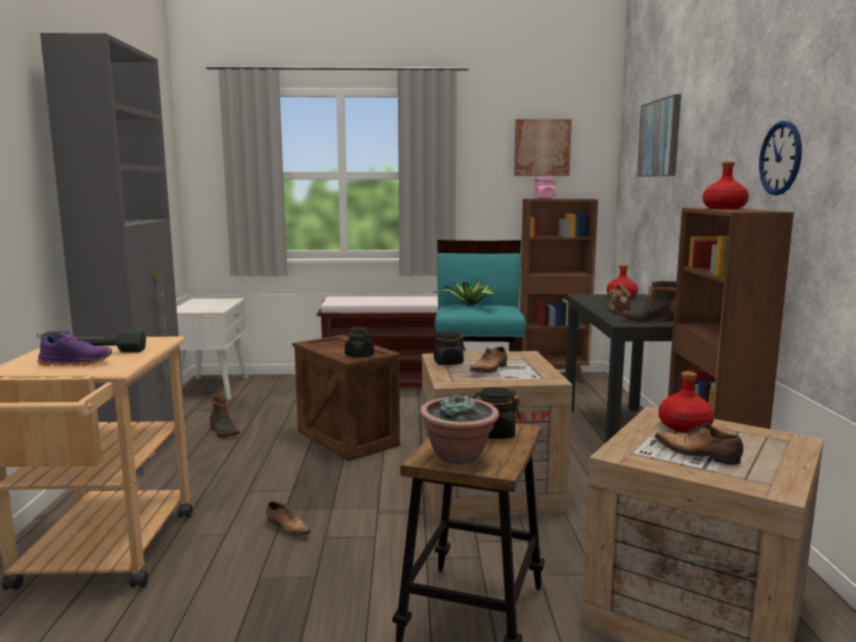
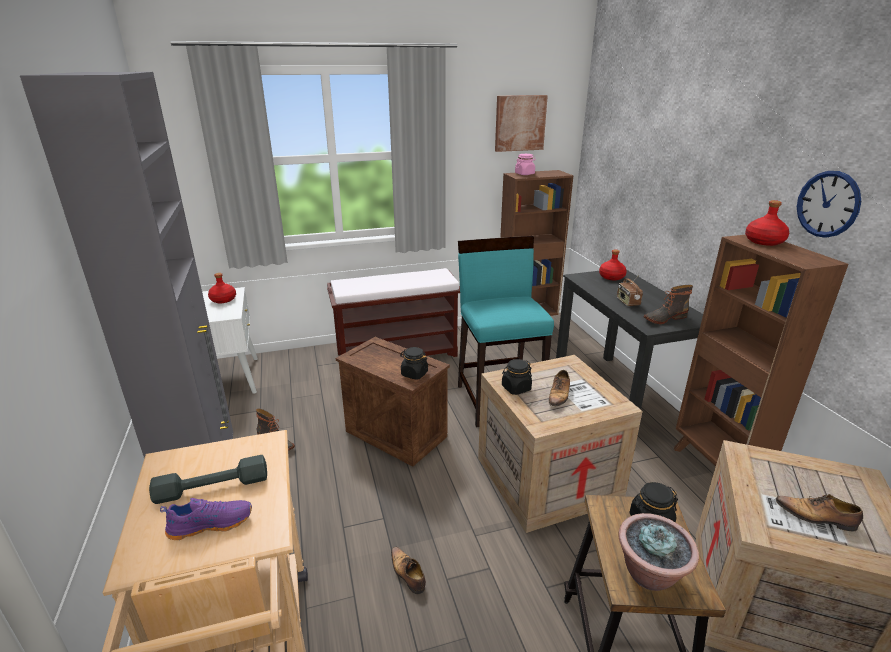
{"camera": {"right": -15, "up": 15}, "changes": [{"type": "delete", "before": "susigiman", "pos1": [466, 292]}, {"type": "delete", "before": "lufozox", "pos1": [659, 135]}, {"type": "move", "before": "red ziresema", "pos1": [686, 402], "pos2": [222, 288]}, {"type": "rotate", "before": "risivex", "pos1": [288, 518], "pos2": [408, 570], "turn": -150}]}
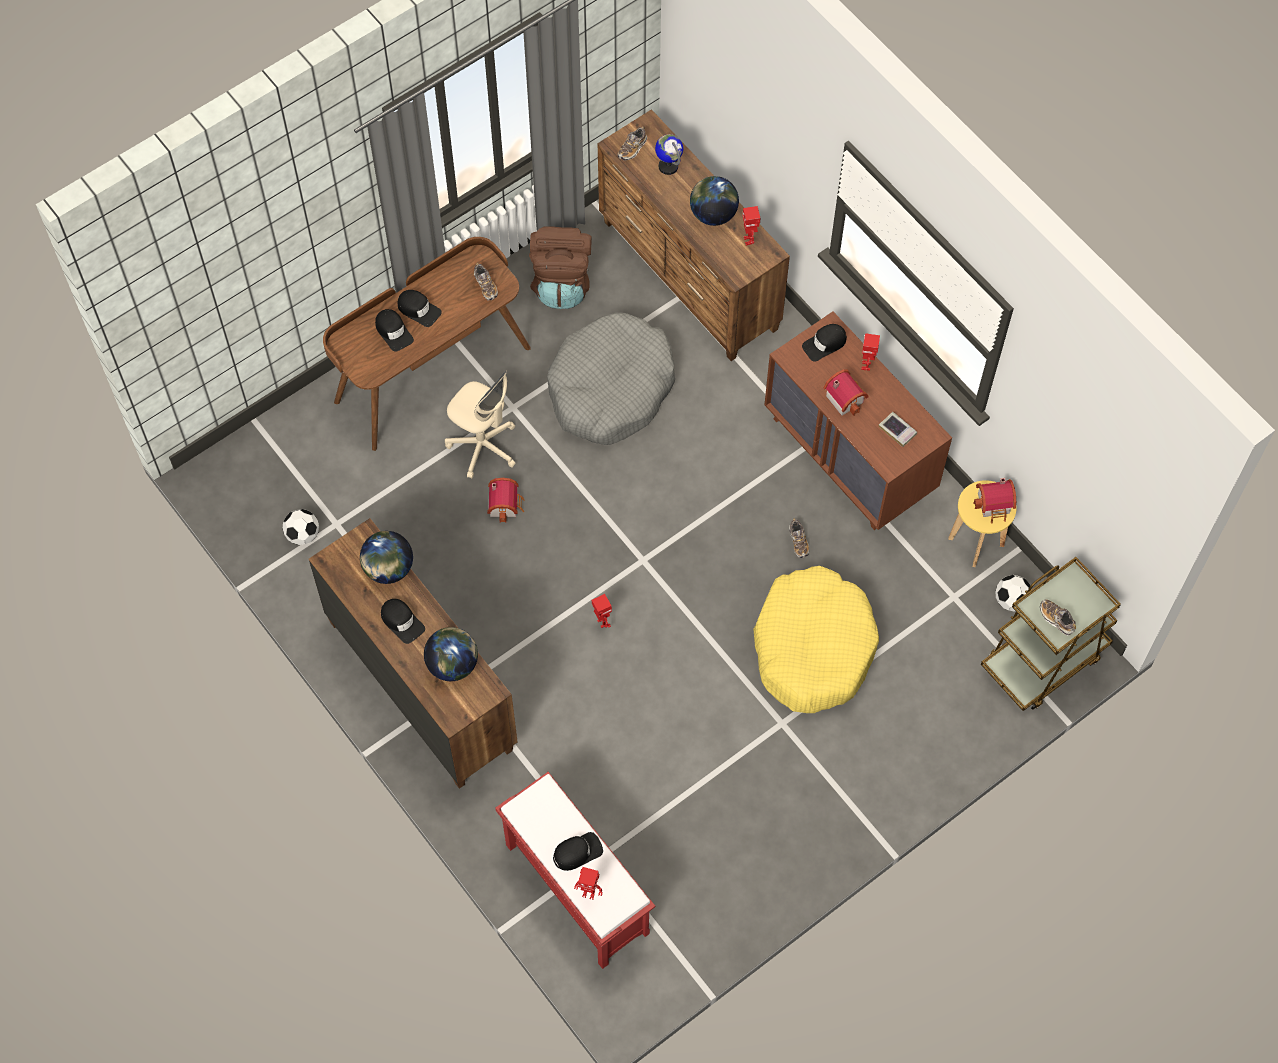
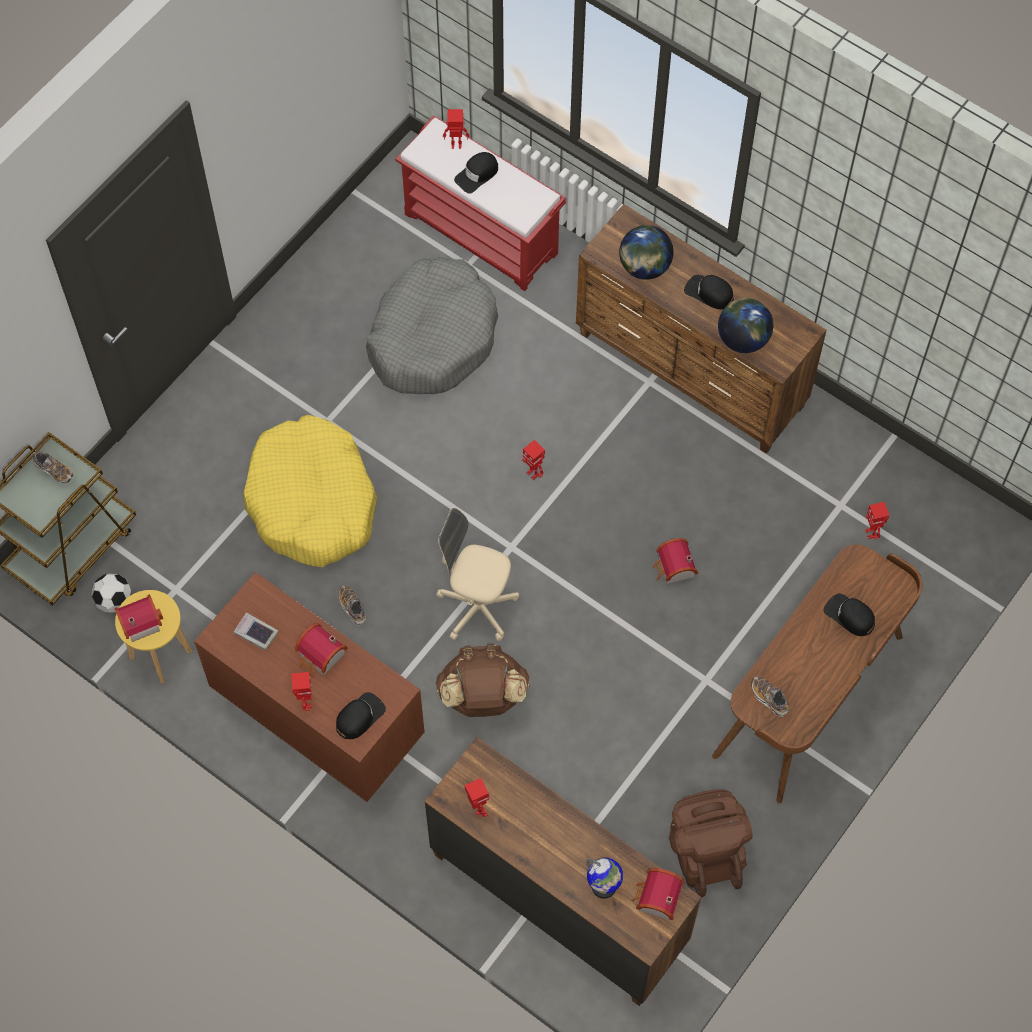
{"camera": {"right": 165, "up": 0}, "changes": [{"type": "delete", "before": "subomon", "pos1": [301, 527]}, {"type": "delete", "before": "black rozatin", "pos1": [419, 308]}, {"type": "delete", "before": "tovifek", "pos1": [714, 201]}, {"type": "insert", "after": "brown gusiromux", "pos2": [483, 680]}, {"type": "insert", "after": "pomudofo", "pos2": [877, 521]}, {"type": "move", "before": "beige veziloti", "pos1": [480, 424], "pos2": [477, 574]}, {"type": "move", "before": "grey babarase", "pos1": [611, 378], "pos2": [432, 325]}, {"type": "replace", "before": "risivex", "after": "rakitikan", "pos1": [632, 144], "pos2": [658, 894]}]}
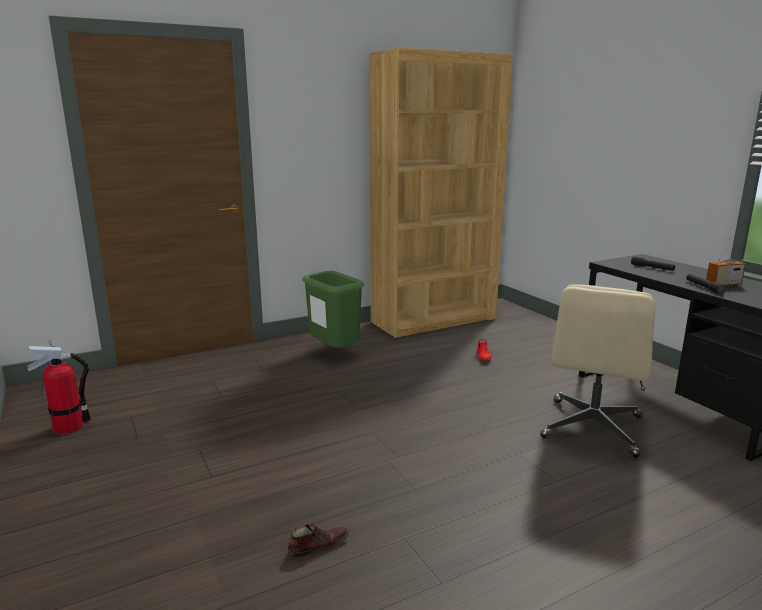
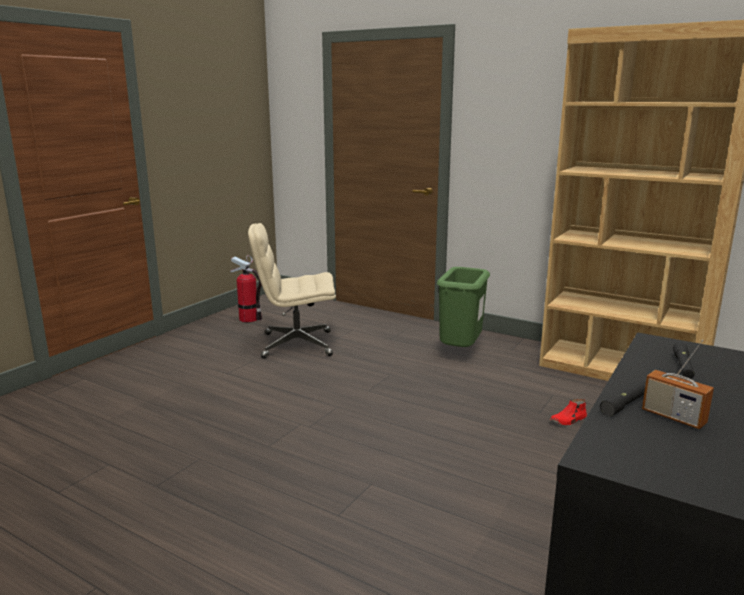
{"camera": {"right": 60, "up": 0}, "changes": [{"type": "delete", "before": "brown risivex", "pos1": [318, 540]}, {"type": "move", "before": "beige veziloti", "pos1": [597, 371], "pos2": [292, 291]}]}
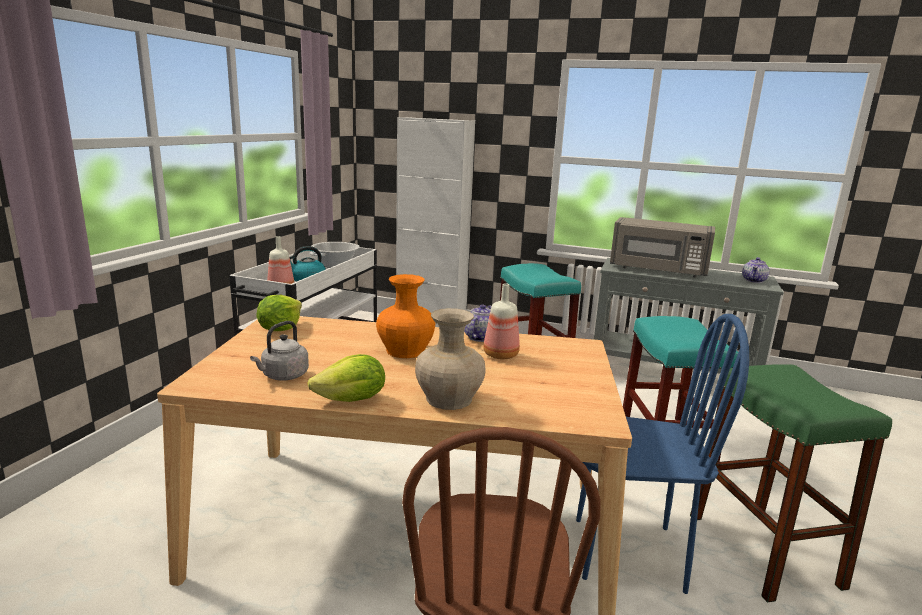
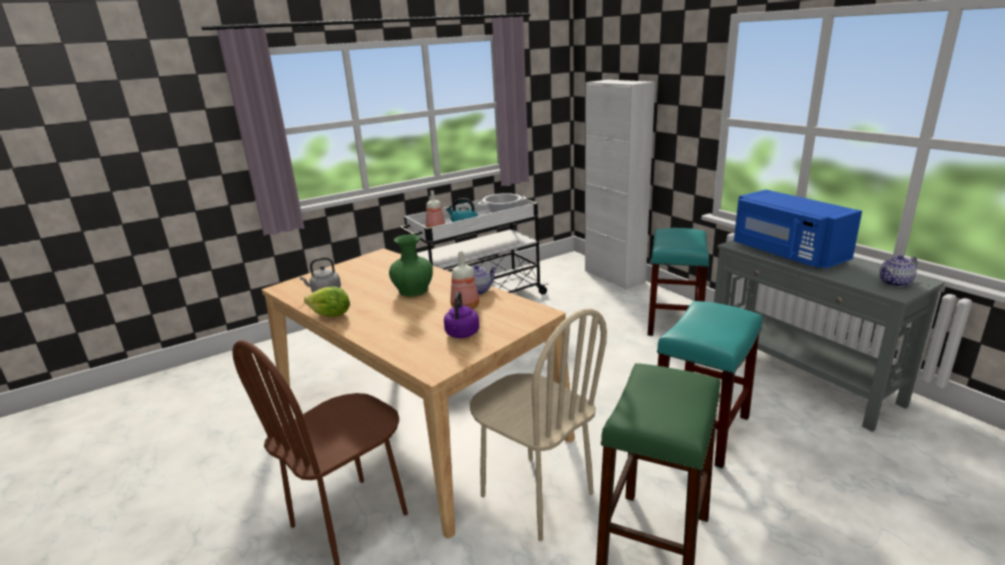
{"camera": {"right": 40, "up": 5}, "changes": [{"type": "delete", "before": "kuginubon", "pos1": [279, 313]}, {"type": "delete", "before": "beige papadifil", "pos1": [450, 359]}, {"type": "insert", "after": "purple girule", "pos2": [461, 314]}, {"type": "recolor", "before": "orange papadifil", "after": "green papadifil", "pos1": [406, 316], "pos2": [411, 265]}, {"type": "recolor", "before": "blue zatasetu", "after": "beige zatasetu", "pos1": [662, 454], "pos2": [538, 424]}, {"type": "recolor", "before": "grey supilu", "after": "blue supilu", "pos1": [662, 247], "pos2": [798, 229]}]}
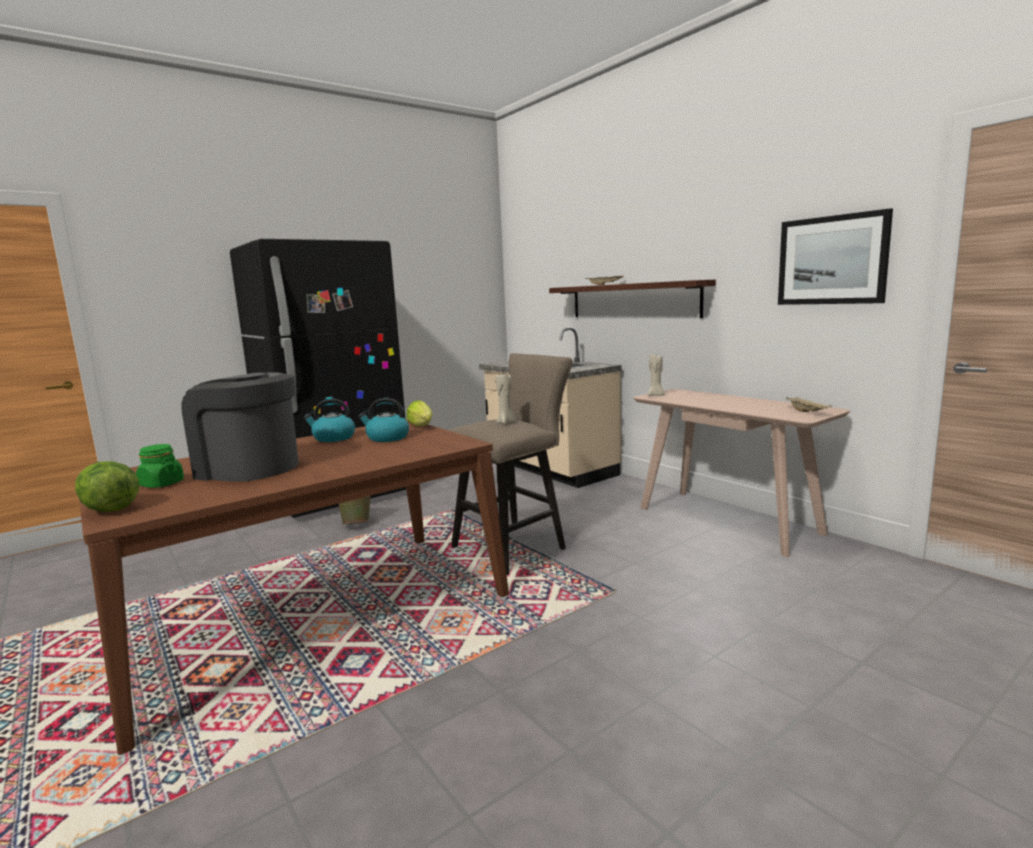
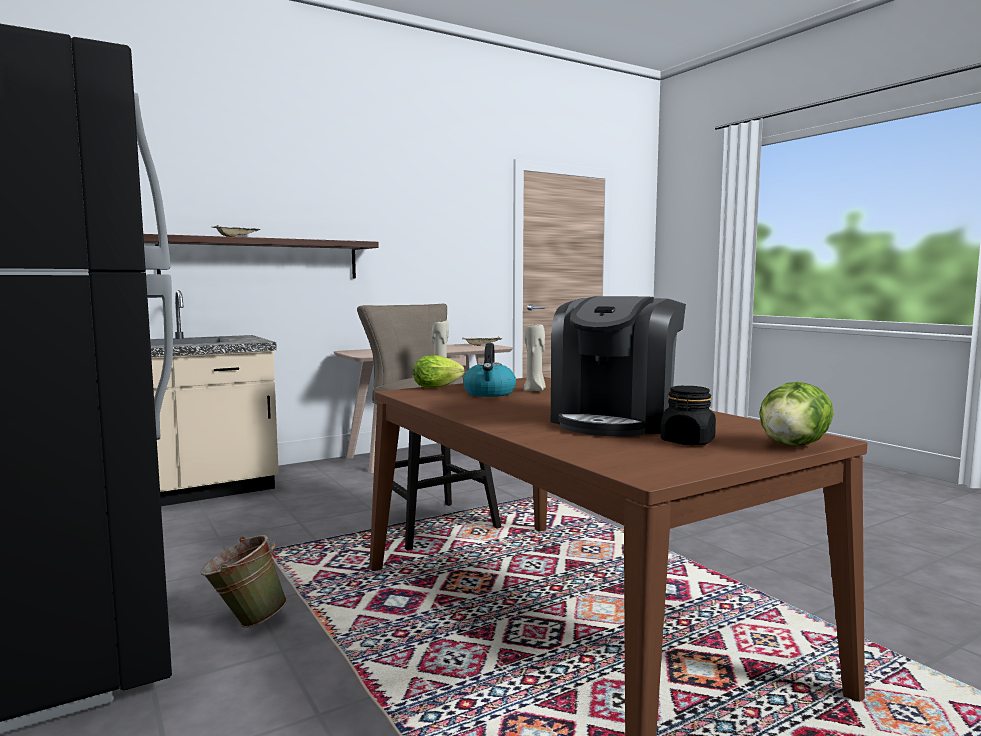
{"camera": {"right": -85, "up": -5}, "changes": [{"type": "delete", "before": "girule", "pos1": [329, 420]}, {"type": "delete", "before": "lufozox", "pos1": [835, 256]}, {"type": "move", "before": "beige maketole", "pos1": [656, 375], "pos2": [535, 358]}, {"type": "recolor", "before": "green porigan", "after": "black porigan", "pos1": [160, 466], "pos2": [688, 415]}]}
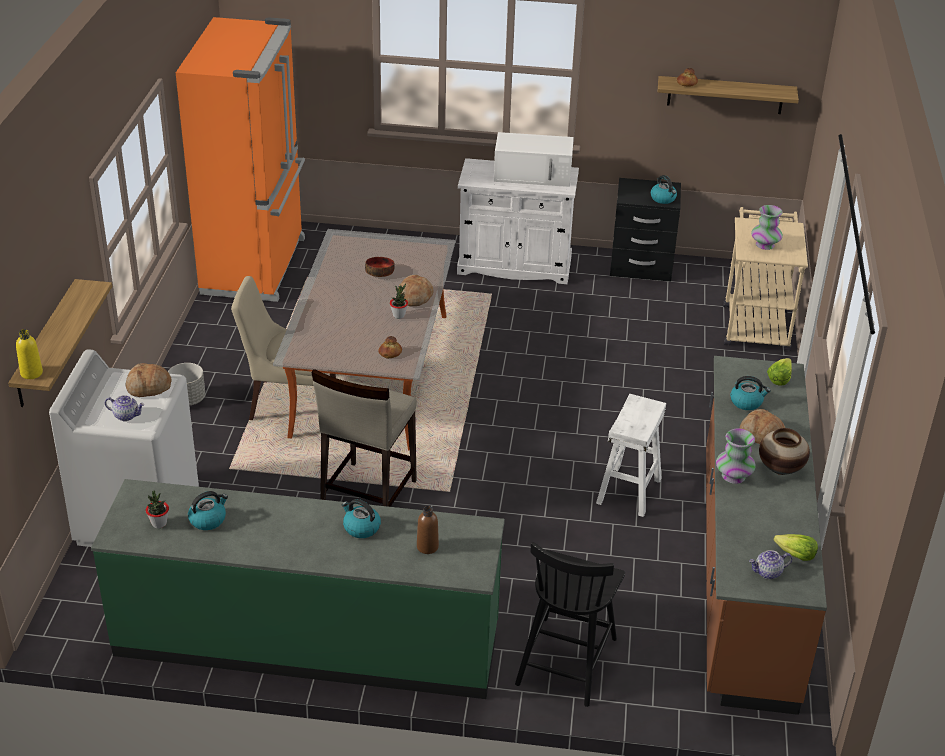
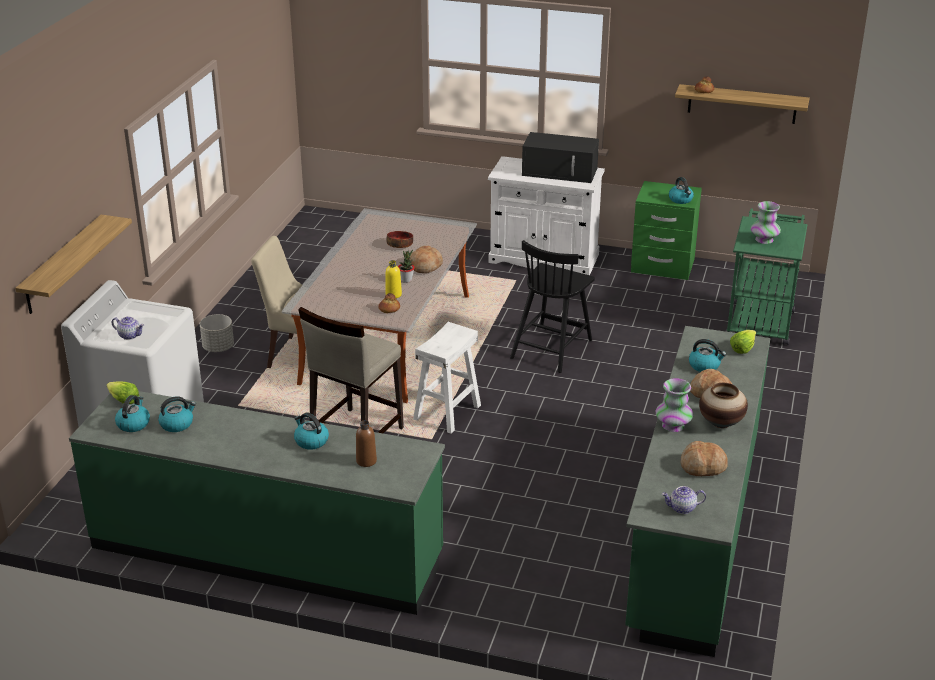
{"camera": {"right": 10, "up": -5}, "changes": [{"type": "delete", "before": "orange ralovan", "pos1": [240, 159]}, {"type": "move", "before": "yellow ziresema", "pos1": [29, 354], "pos2": [393, 279]}, {"type": "move", "before": "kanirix", "pos1": [149, 380], "pos2": [704, 458]}, {"type": "move", "before": "black zatasetu", "pos1": [570, 624], "pos2": [552, 306]}, {"type": "move", "before": "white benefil", "pos1": [631, 455], "pos2": [447, 378]}, {"type": "move", "before": "kuginubon", "pos1": [795, 547], "pos2": [123, 392]}, {"type": "replace", "before": "susigiman", "after": "girule", "pos1": [157, 509], "pos2": [132, 413]}, {"type": "recolor", "before": "white supilu", "after": "black supilu", "pos1": [534, 159], "pos2": [560, 157]}, {"type": "recolor", "before": "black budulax", "after": "green budulax", "pos1": [645, 229], "pos2": [666, 230]}, {"type": "recolor", "before": "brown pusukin", "after": "green pusukin", "pos1": [766, 535], "pos2": [697, 491]}, {"type": "recolor", "before": "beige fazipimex", "after": "green fazipimex", "pos1": [765, 279], "pos2": [766, 276]}]}
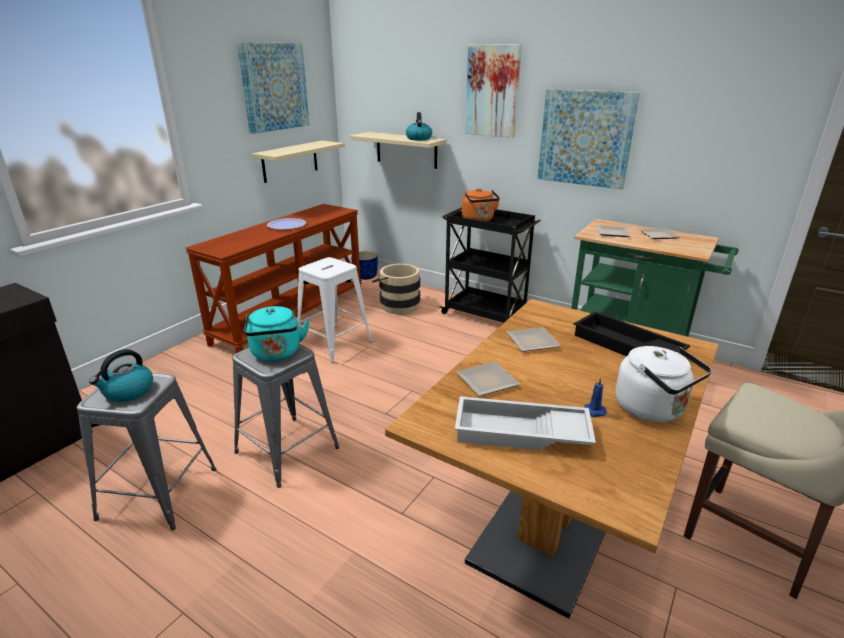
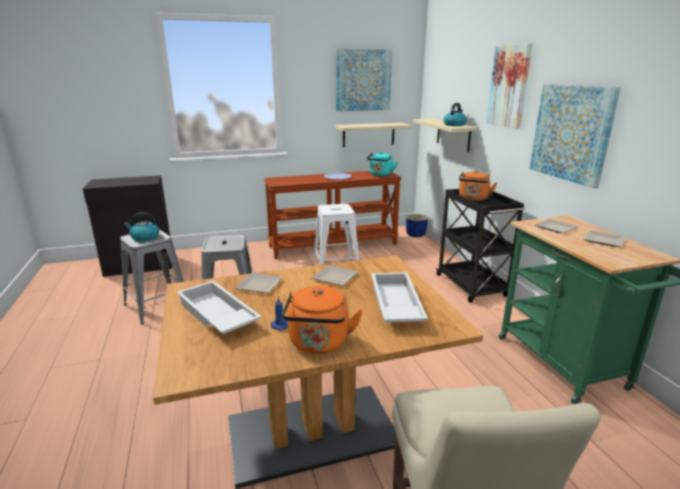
{"camera": {"right": 40, "up": -5}, "changes": [{"type": "delete", "before": "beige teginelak", "pos1": [396, 289]}, {"type": "move", "before": "turquoise girule", "pos1": [277, 333], "pos2": [382, 164]}, {"type": "recolor", "before": "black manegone", "after": "white manegone", "pos1": [631, 333], "pos2": [399, 297]}, {"type": "recolor", "before": "white girule", "after": "orange girule", "pos1": [664, 384], "pos2": [322, 320]}]}
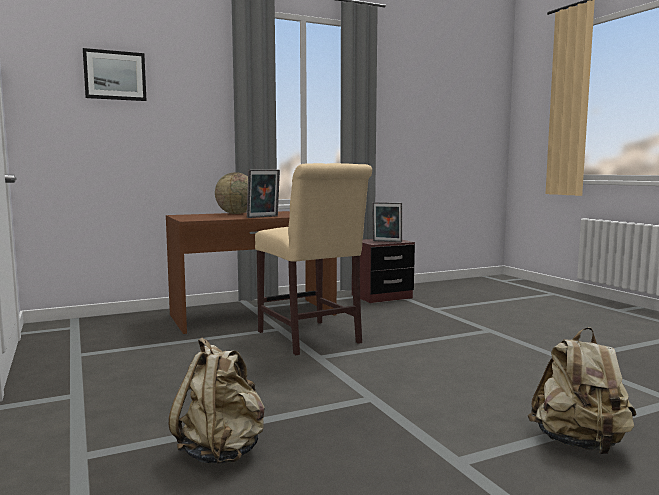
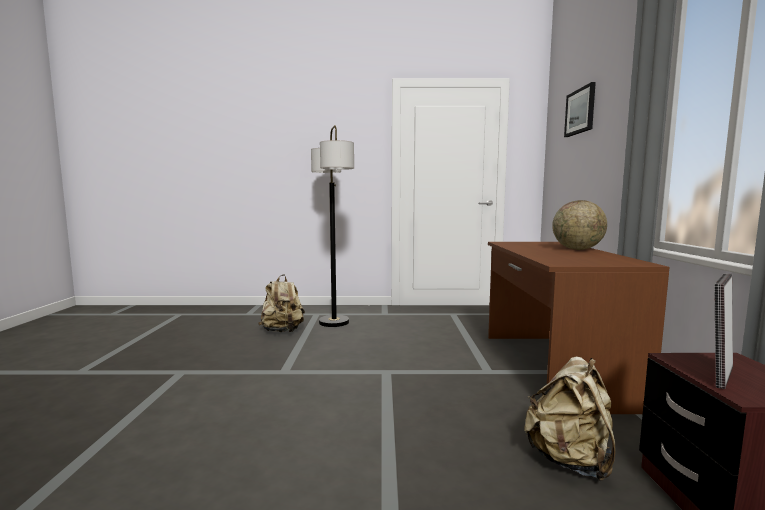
{"camera": {"right": 115, "up": 0}, "changes": [{"type": "delete", "before": "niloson", "pos1": [263, 193]}, {"type": "delete", "before": "beige zatasetu", "pos1": [313, 259]}, {"type": "insert", "after": "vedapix", "pos2": [332, 226]}, {"type": "move", "before": "beige gusiromux", "pos1": [582, 390], "pos2": [570, 418]}]}
